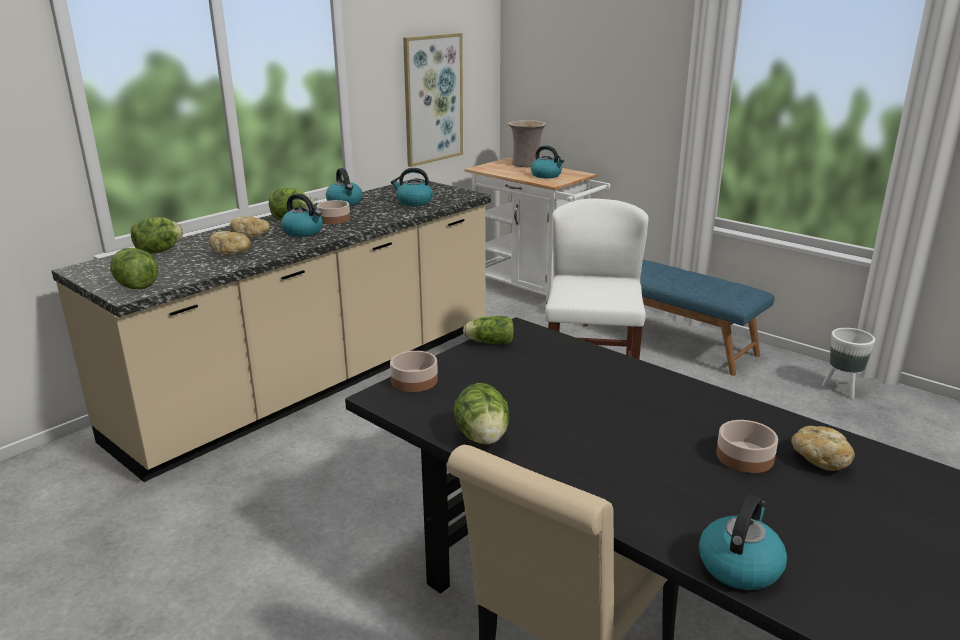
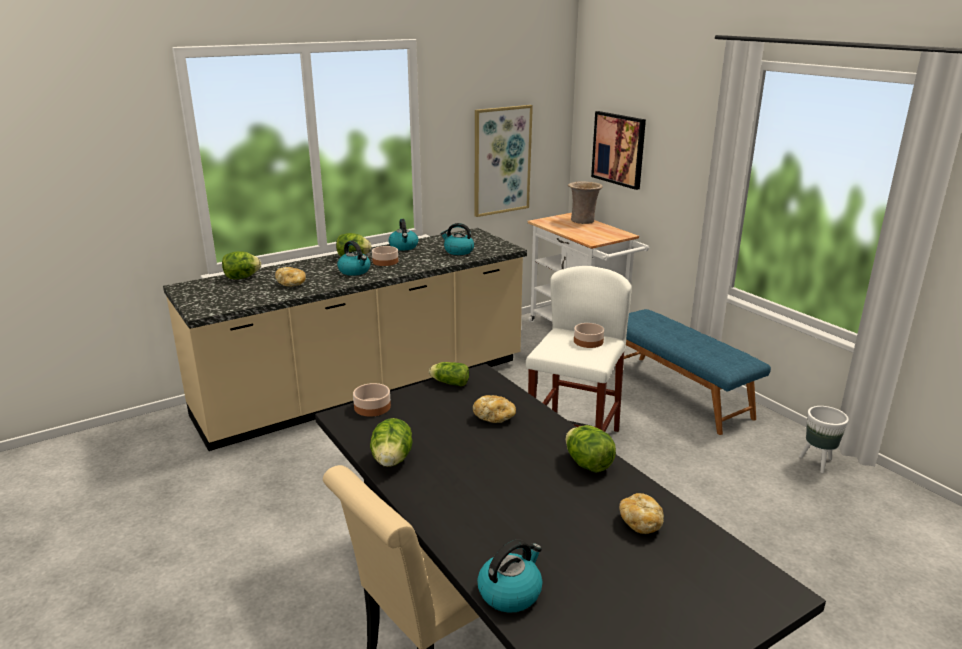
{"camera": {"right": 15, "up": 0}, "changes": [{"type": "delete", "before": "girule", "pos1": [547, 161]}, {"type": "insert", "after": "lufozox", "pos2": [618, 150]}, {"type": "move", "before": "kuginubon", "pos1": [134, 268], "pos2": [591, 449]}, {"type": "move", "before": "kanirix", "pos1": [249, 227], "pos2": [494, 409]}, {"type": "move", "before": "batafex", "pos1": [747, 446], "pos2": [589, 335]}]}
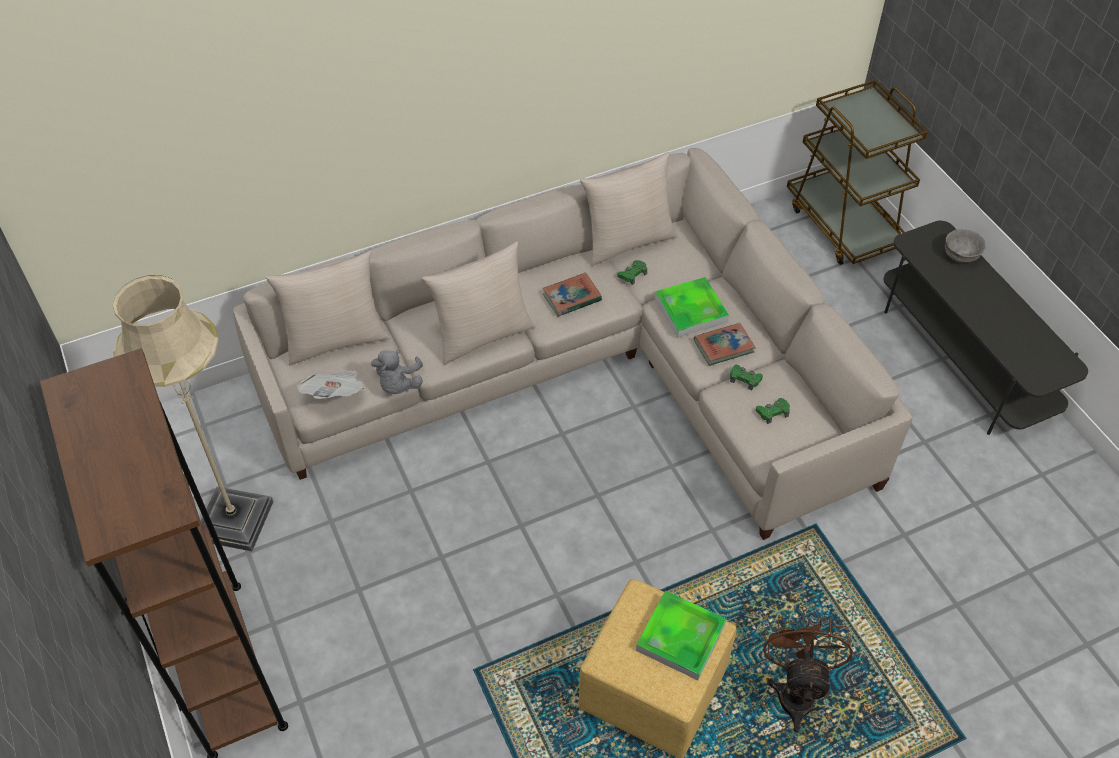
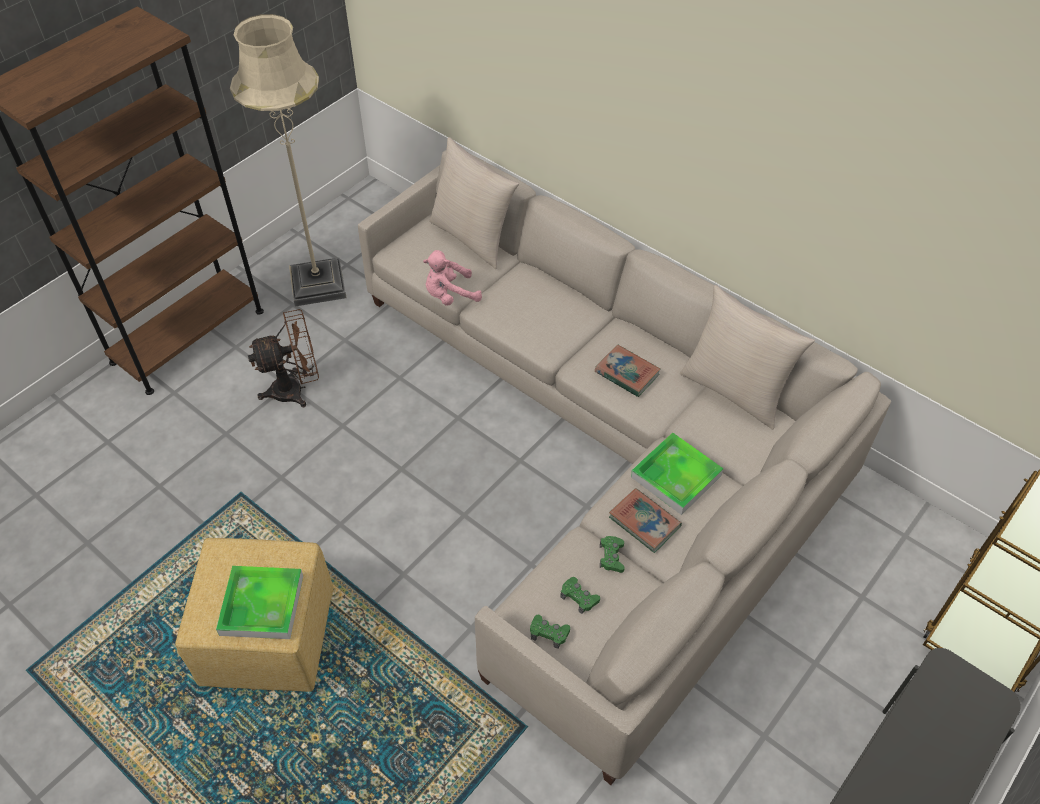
{"camera": {"right": 65, "up": 0}, "changes": [{"type": "delete", "before": "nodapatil", "pos1": [330, 384]}, {"type": "delete", "before": "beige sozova", "pos1": [479, 303]}, {"type": "delete", "before": "grey batafex", "pos1": [965, 246]}, {"type": "move", "before": "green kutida", "pos1": [632, 272], "pos2": [550, 632]}, {"type": "move", "before": "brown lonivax", "pos1": [808, 673], "pos2": [283, 358]}, {"type": "recolor", "before": "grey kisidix", "after": "pink kisidix", "pos1": [397, 372], "pos2": [452, 278]}]}
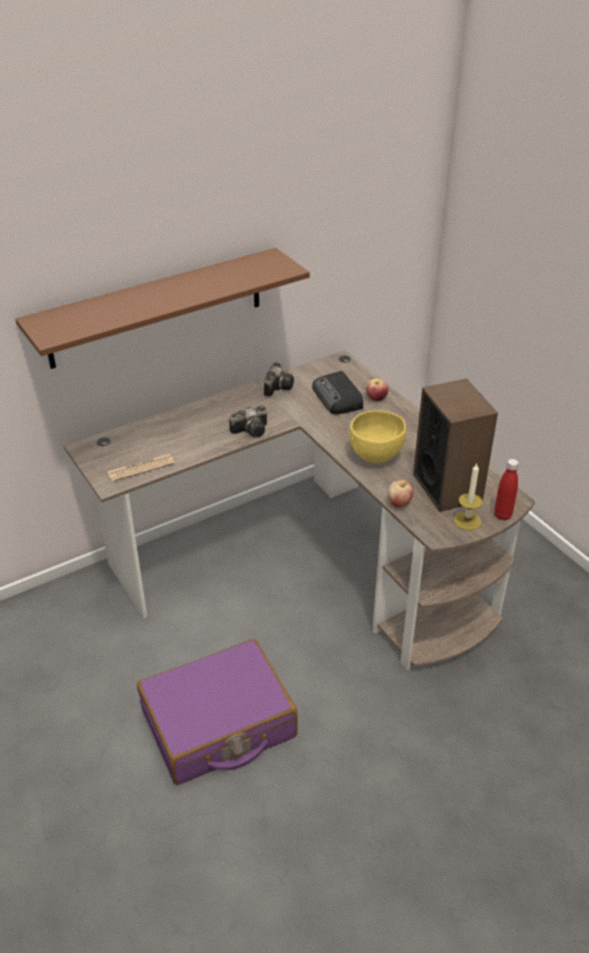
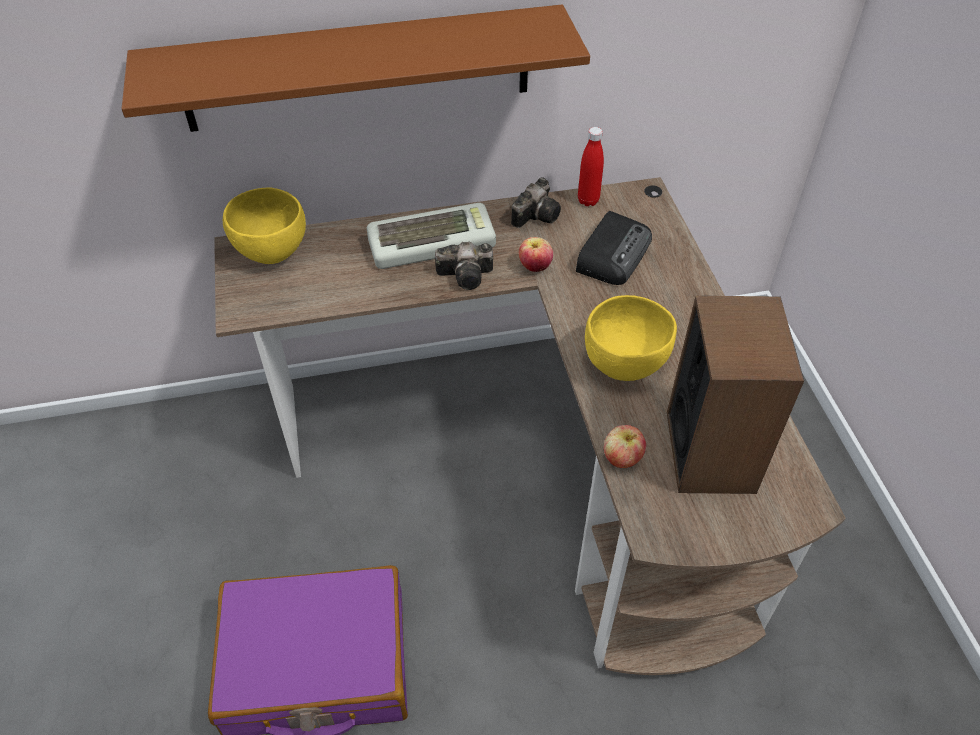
{"camera": {"right": 20, "up": 10}, "changes": [{"type": "delete", "before": "nodapatil", "pos1": [141, 468]}, {"type": "delete", "before": "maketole", "pos1": [468, 497]}, {"type": "insert", "after": "yellow batafex", "pos2": [264, 225]}, {"type": "insert", "after": "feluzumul", "pos2": [431, 236]}, {"type": "move", "before": "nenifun", "pos1": [377, 390], "pos2": [536, 254]}, {"type": "move", "before": "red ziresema", "pos1": [506, 489], "pos2": [591, 166]}, {"type": "rotate", "before": "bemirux", "pos1": [337, 392], "pos2": [614, 248], "turn": -150}]}
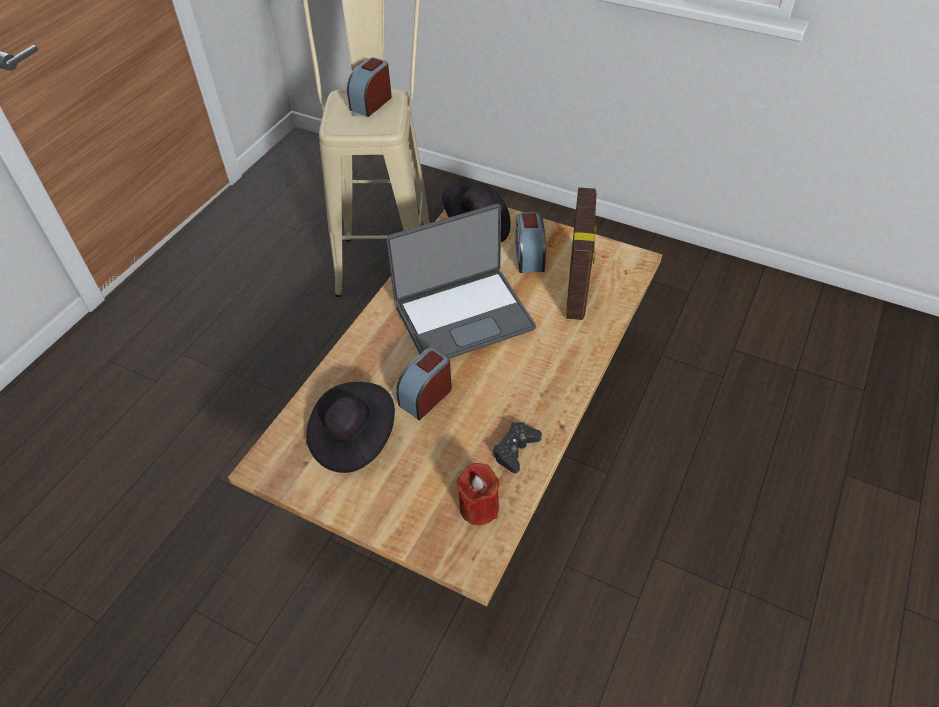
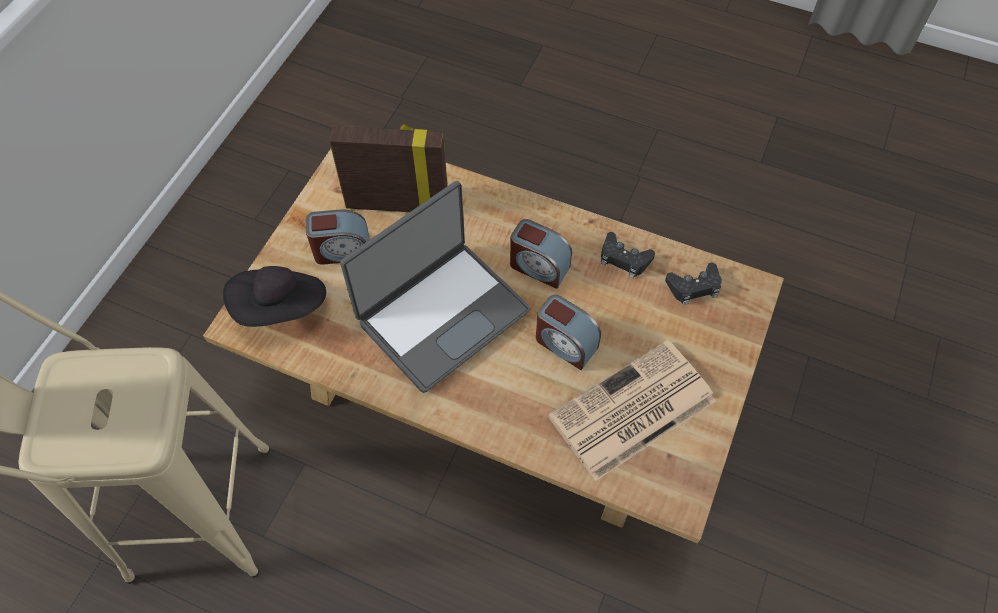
{"camera": {"right": -95, "up": 10}, "changes": [{"type": "move", "before": "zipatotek", "pos1": [369, 87], "pos2": [541, 254]}, {"type": "replace", "before": "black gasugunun", "after": "nodapatil", "pos1": [350, 427], "pos2": [632, 410]}, {"type": "replace", "before": "red maketole", "after": "black kutida", "pos1": [478, 494], "pos2": [693, 284]}, {"type": "rotate", "before": "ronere", "pos1": [461, 281], "pos2": [435, 287], "turn": 75}]}
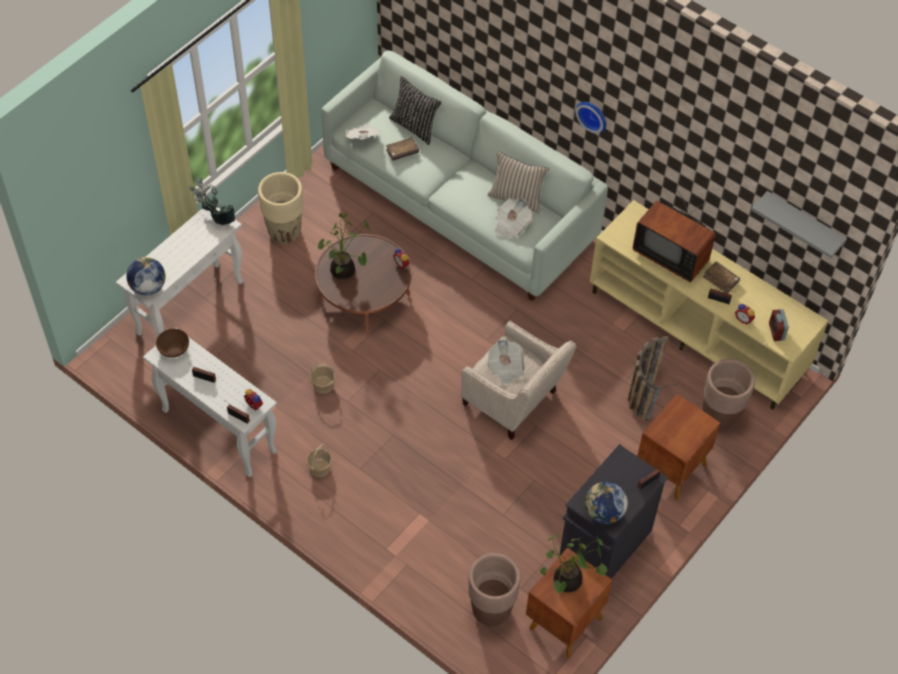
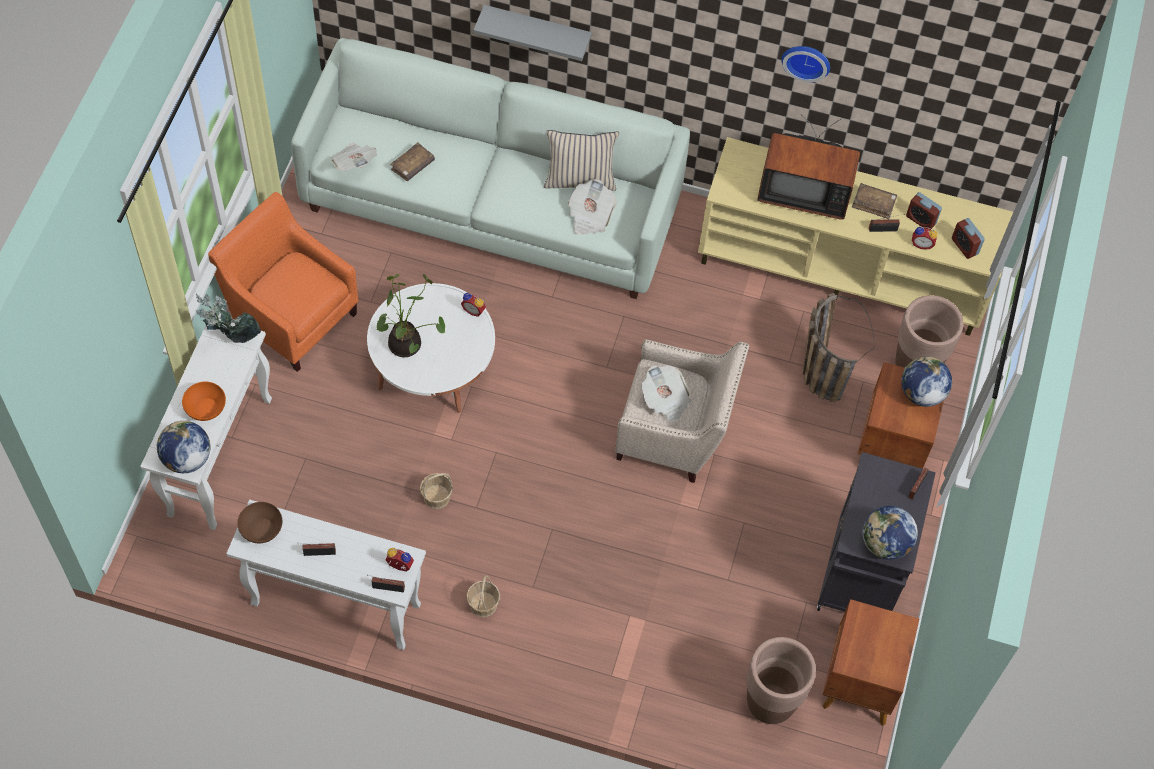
{"camera": {"right": -25, "up": 5}, "changes": [{"type": "delete", "before": "black sozova", "pos1": [415, 110]}, {"type": "delete", "before": "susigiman", "pos1": [573, 564]}, {"type": "insert", "after": "orange batafex", "pos2": [204, 401]}, {"type": "insert", "after": "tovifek", "pos2": [927, 381]}, {"type": "insert", "after": "zipatotek", "pos2": [924, 211]}, {"type": "move", "before": "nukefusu", "pos1": [591, 117], "pos2": [805, 64]}, {"type": "move", "before": "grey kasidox", "pos1": [799, 224], "pos2": [532, 33]}, {"type": "replace", "before": "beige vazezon", "after": "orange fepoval", "pos1": [280, 208], "pos2": [283, 282]}, {"type": "recolor", "before": "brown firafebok", "after": "white firafebok", "pos1": [363, 284], "pos2": [431, 348]}]}
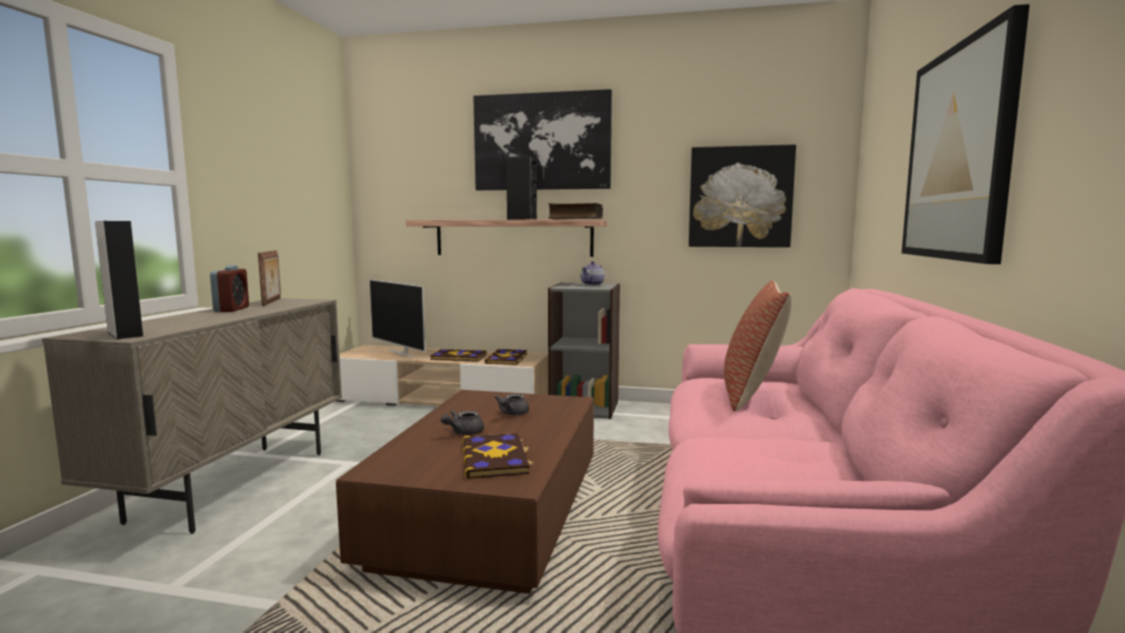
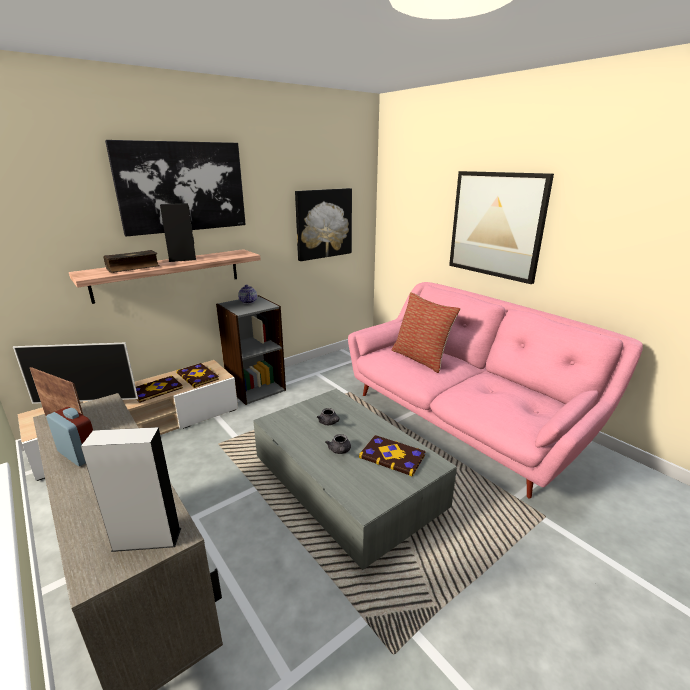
{"camera": {"right": -50, "up": 15}, "changes": [{"type": "move", "before": "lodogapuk", "pos1": [575, 211], "pos2": [131, 261]}, {"type": "recolor", "before": "brown firafebok", "after": "grey firafebok", "pos1": [465, 492], "pos2": [355, 479]}]}
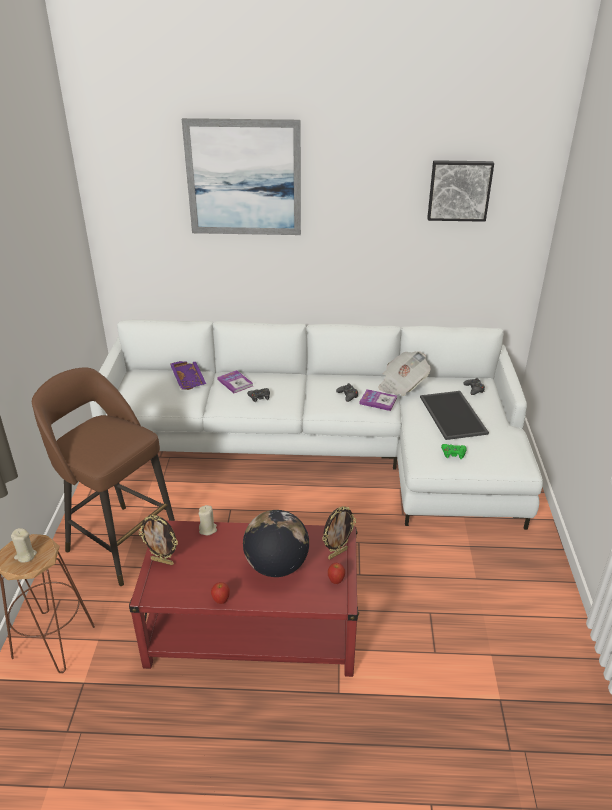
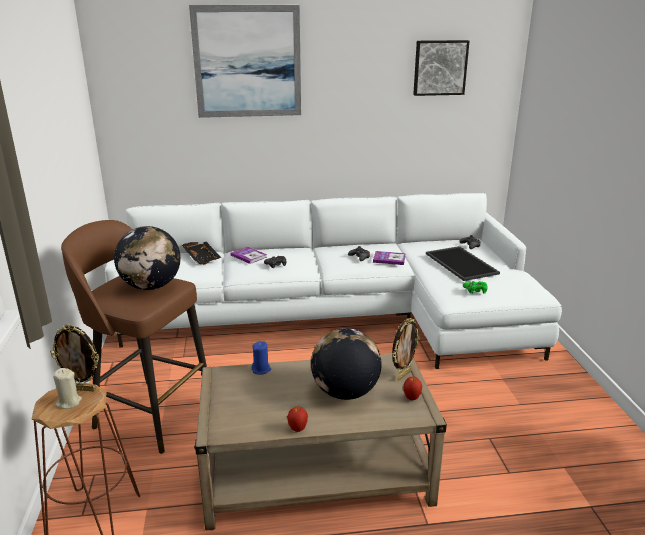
{"camera": {"right": -10, "up": -10}, "changes": [{"type": "delete", "before": "nodapatil", "pos1": [404, 373]}, {"type": "insert", "after": "tovifek", "pos2": [147, 258]}, {"type": "move", "before": "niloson", "pos1": [158, 540], "pos2": [74, 357]}, {"type": "recolor", "before": "red firafebok", "after": "beige firafebok", "pos1": [244, 598], "pos2": [320, 442]}, {"type": "recolor", "before": "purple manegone", "after": "black manegone", "pos1": [188, 375], "pos2": [201, 253]}, {"type": "recolor", "before": "beige maketole", "after": "blue maketole", "pos1": [208, 520], "pos2": [261, 357]}]}
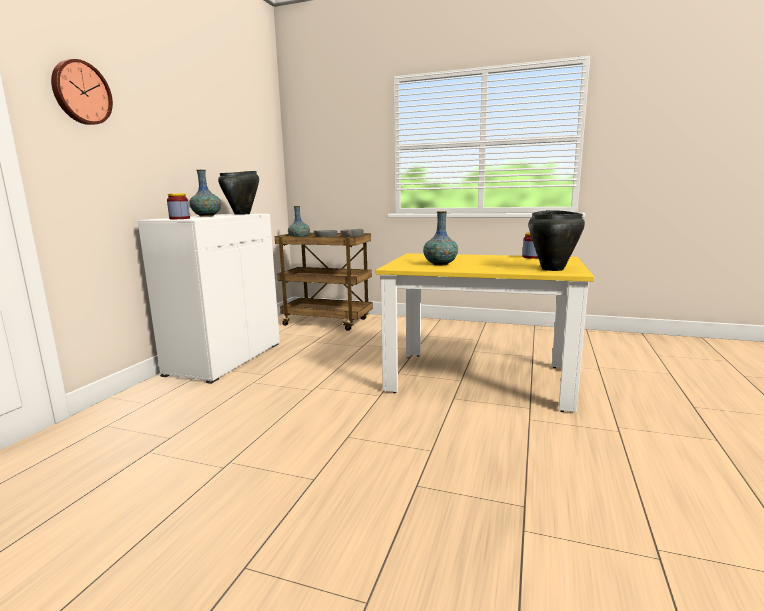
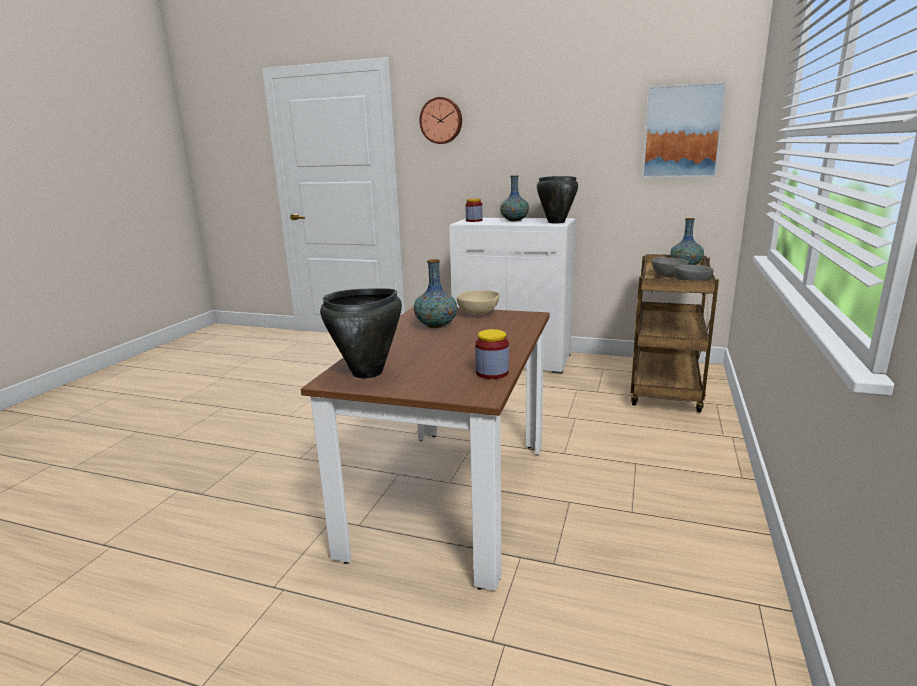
{"camera": {"right": 90, "up": 5}, "changes": [{"type": "insert", "after": "beige batafex", "pos2": [478, 302]}, {"type": "insert", "after": "lufozox", "pos2": [684, 130]}, {"type": "recolor", "before": "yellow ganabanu", "after": "brown ganabanu", "pos1": [485, 332], "pos2": [425, 448]}]}
